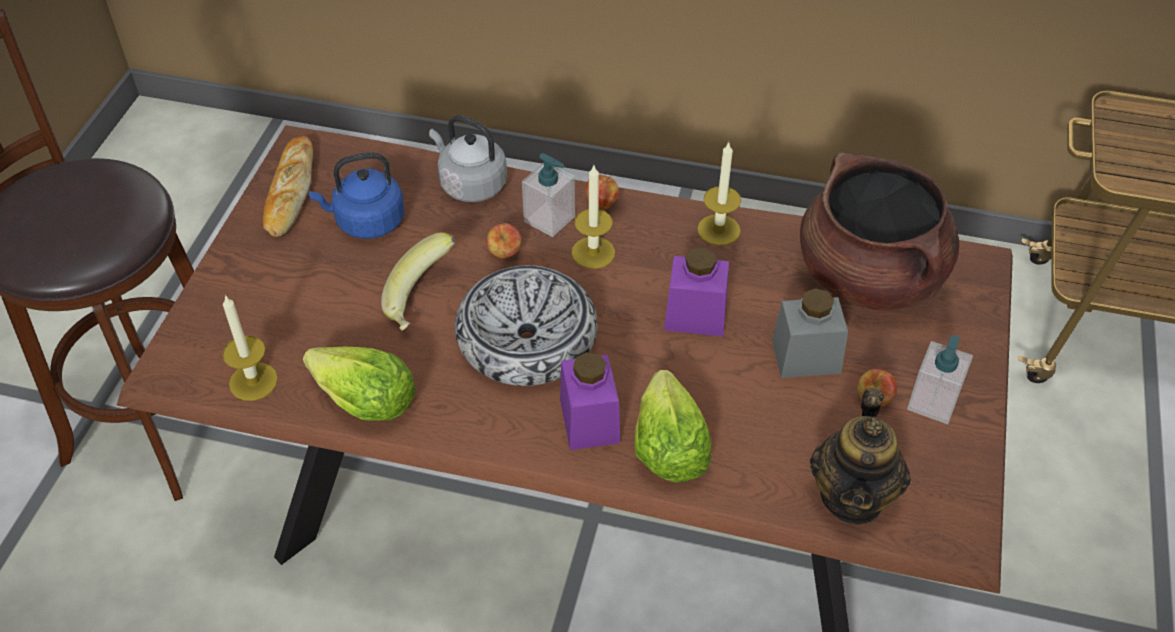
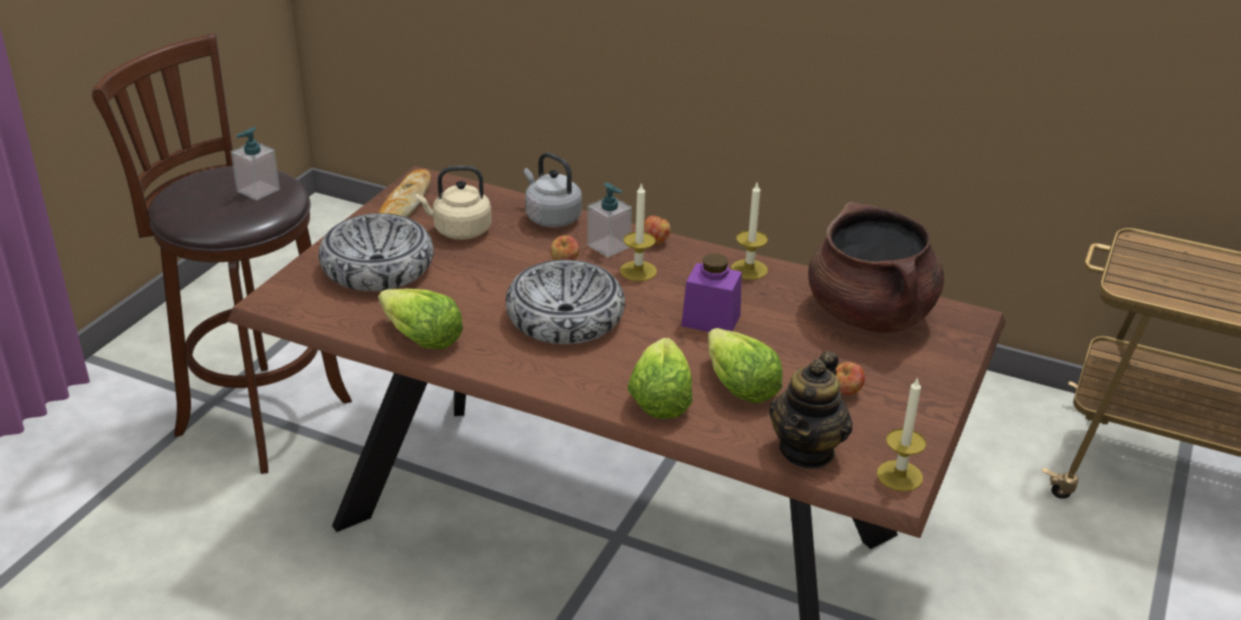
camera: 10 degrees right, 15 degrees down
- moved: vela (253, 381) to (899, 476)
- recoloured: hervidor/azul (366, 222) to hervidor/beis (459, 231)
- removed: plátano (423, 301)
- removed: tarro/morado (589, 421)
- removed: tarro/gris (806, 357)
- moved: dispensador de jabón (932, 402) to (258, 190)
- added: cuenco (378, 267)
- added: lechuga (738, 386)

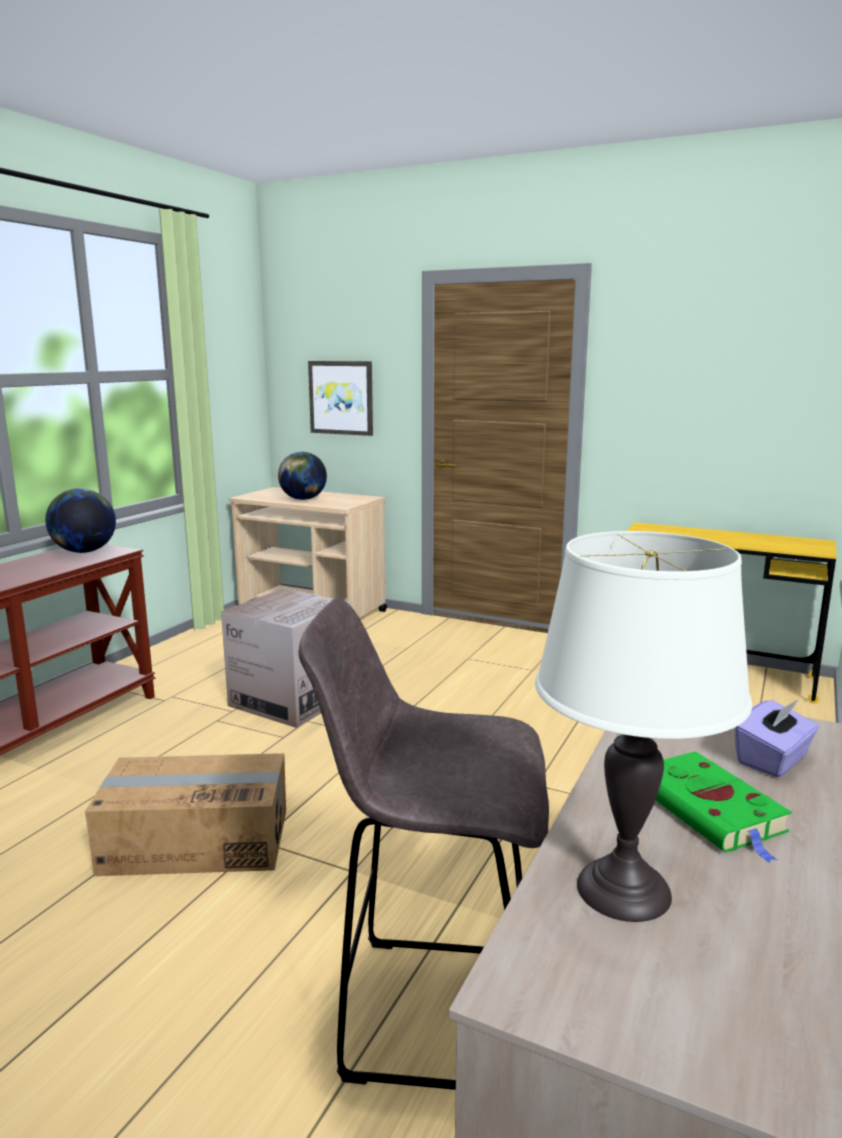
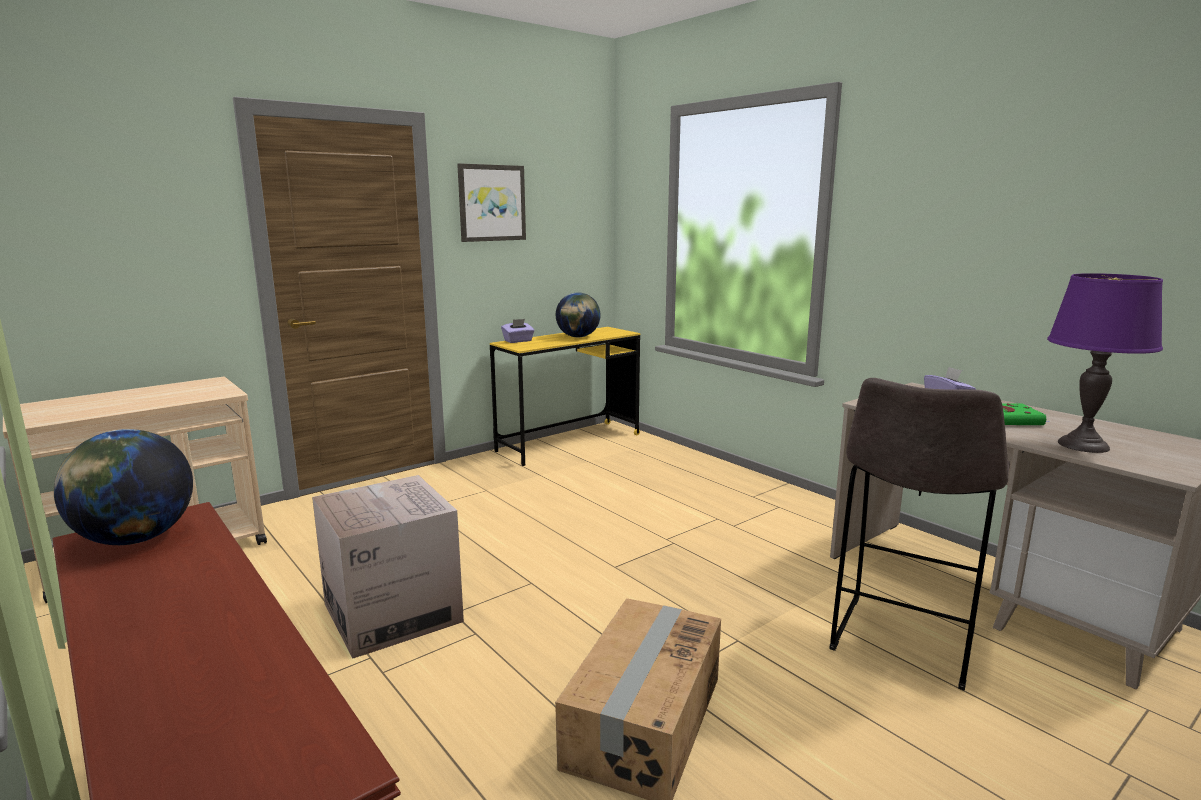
camera: 65 degrees left, 0 degrees up
- moved: globo terráqueo (303, 499) to (578, 337)
- moved: cuadro (341, 397) to (491, 203)
- recoloured: lámpara de mesa/blanco (623, 890) to lámpara de mesa/morado (1083, 445)
- added: caja de pañuelos/morado (518, 341)

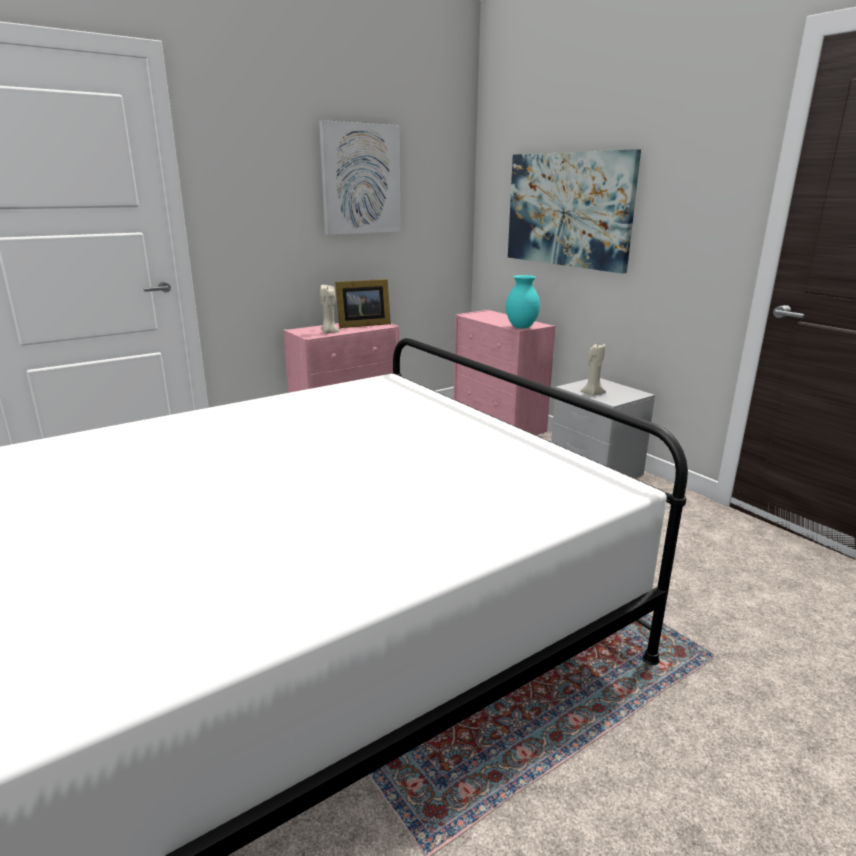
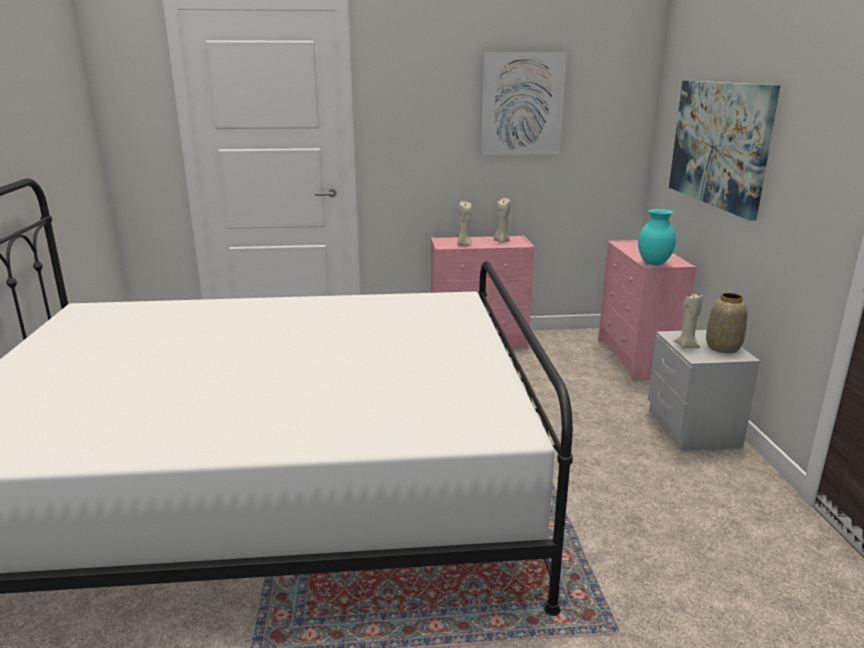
camera: 30 degrees right, 0 degrees up
- replaced: portarretratos (361, 325) to vela/beis (501, 241)
- added: florero (723, 348)

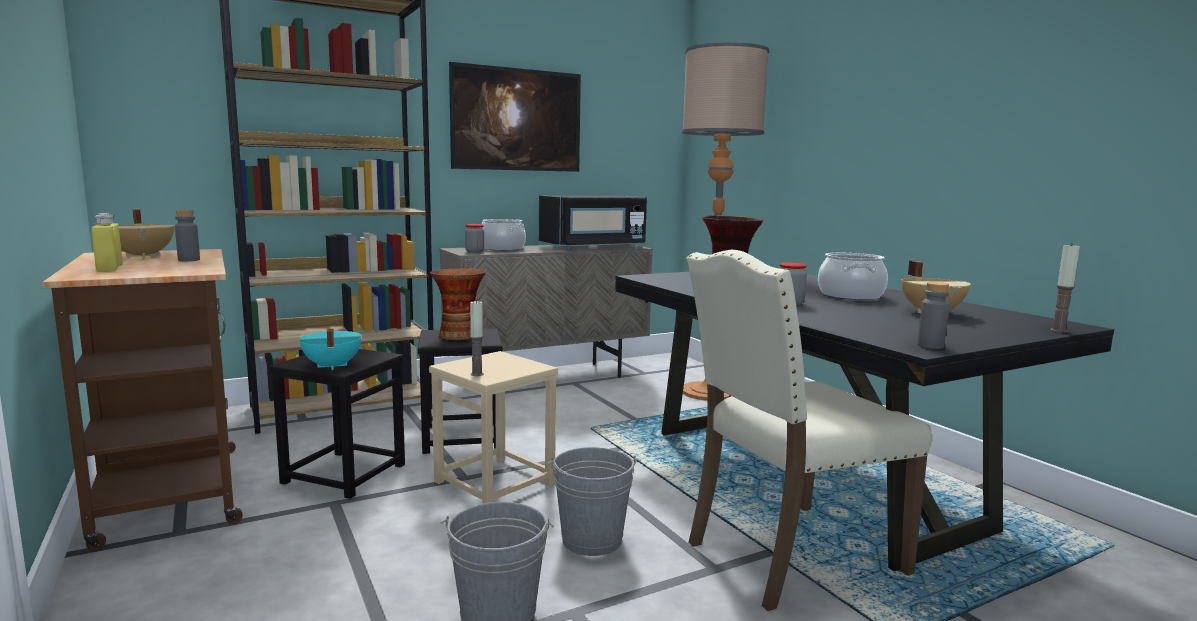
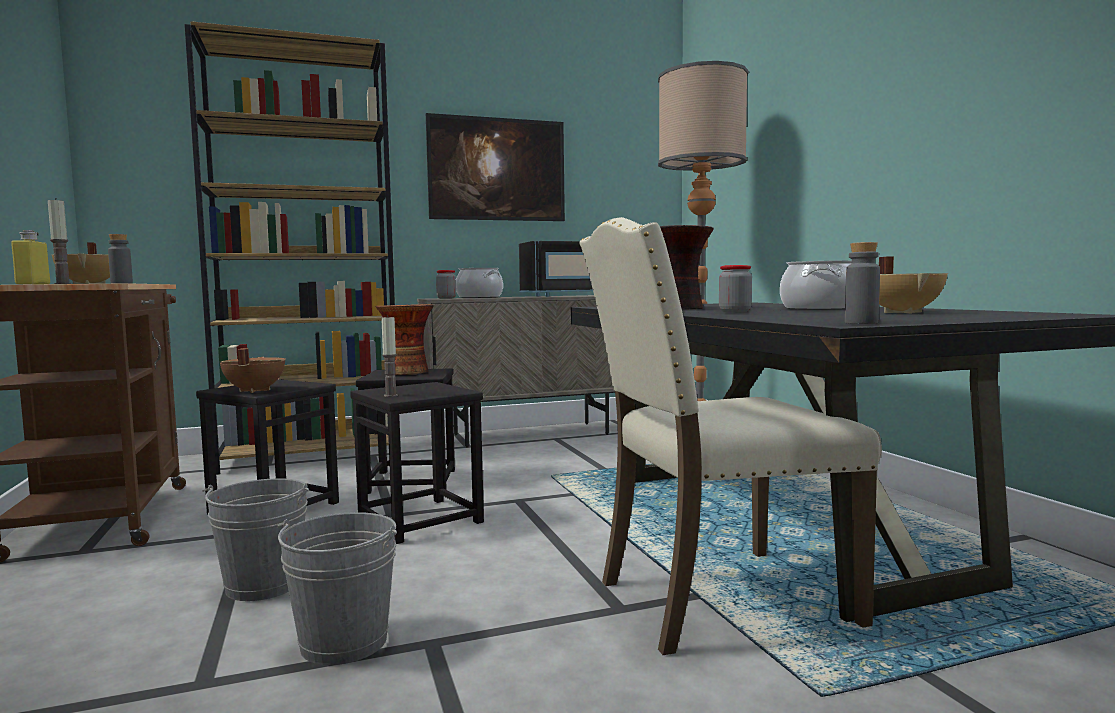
camera: 10 degrees right, 5 degrees down
- recoloured: olla/turquesa (331, 366) to olla/marrón (253, 391)
- recoloured: taburete/beis (495, 482) to taburete/negro (421, 519)
- moved: cubo/gris (591, 540) to (263, 585)
- moved: vela (1058, 330) to (63, 284)

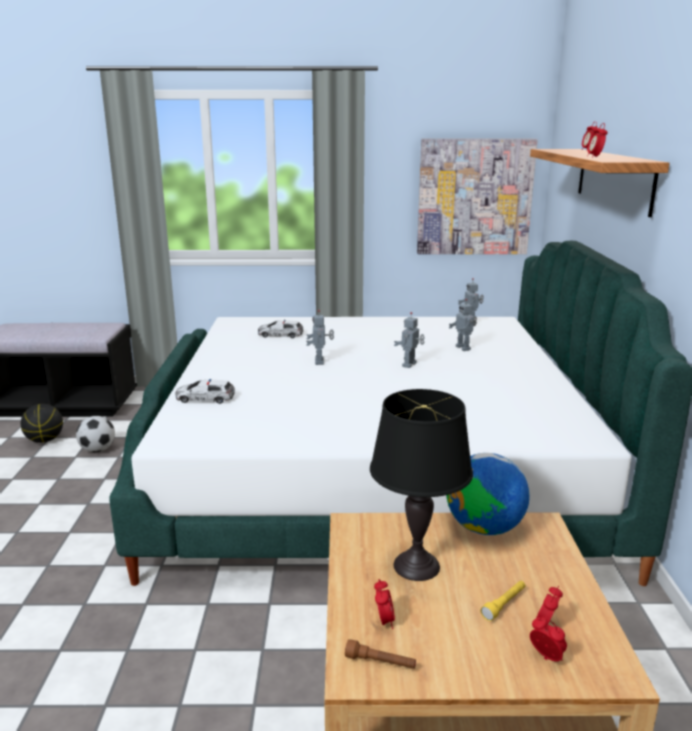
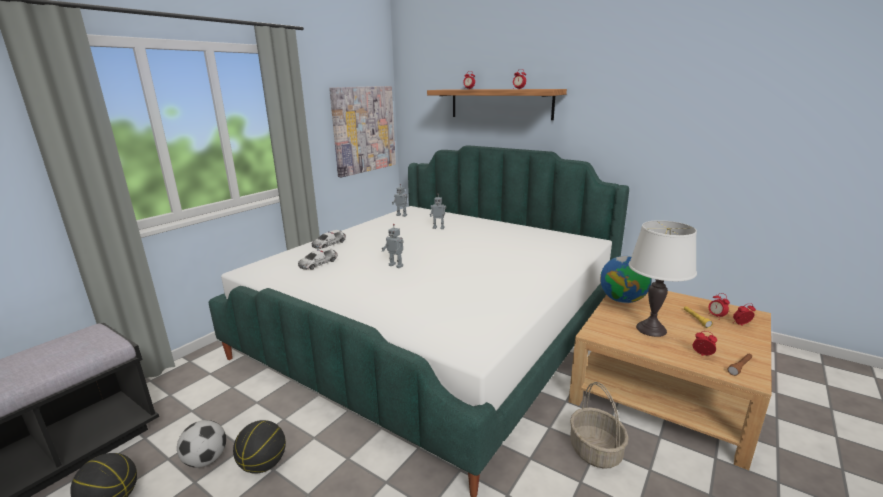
camera: 55 degrees left, 0 degrees up
- moved: coche de juguete (205, 398) to (329, 244)
- recoloured: lámpara de mesa/negro (416, 566) to lámpara de mesa/blanco (651, 329)
- removed: robot de juguete (410, 365)
- added: balón de baloncesto (264, 464)
- added: cesta (596, 451)

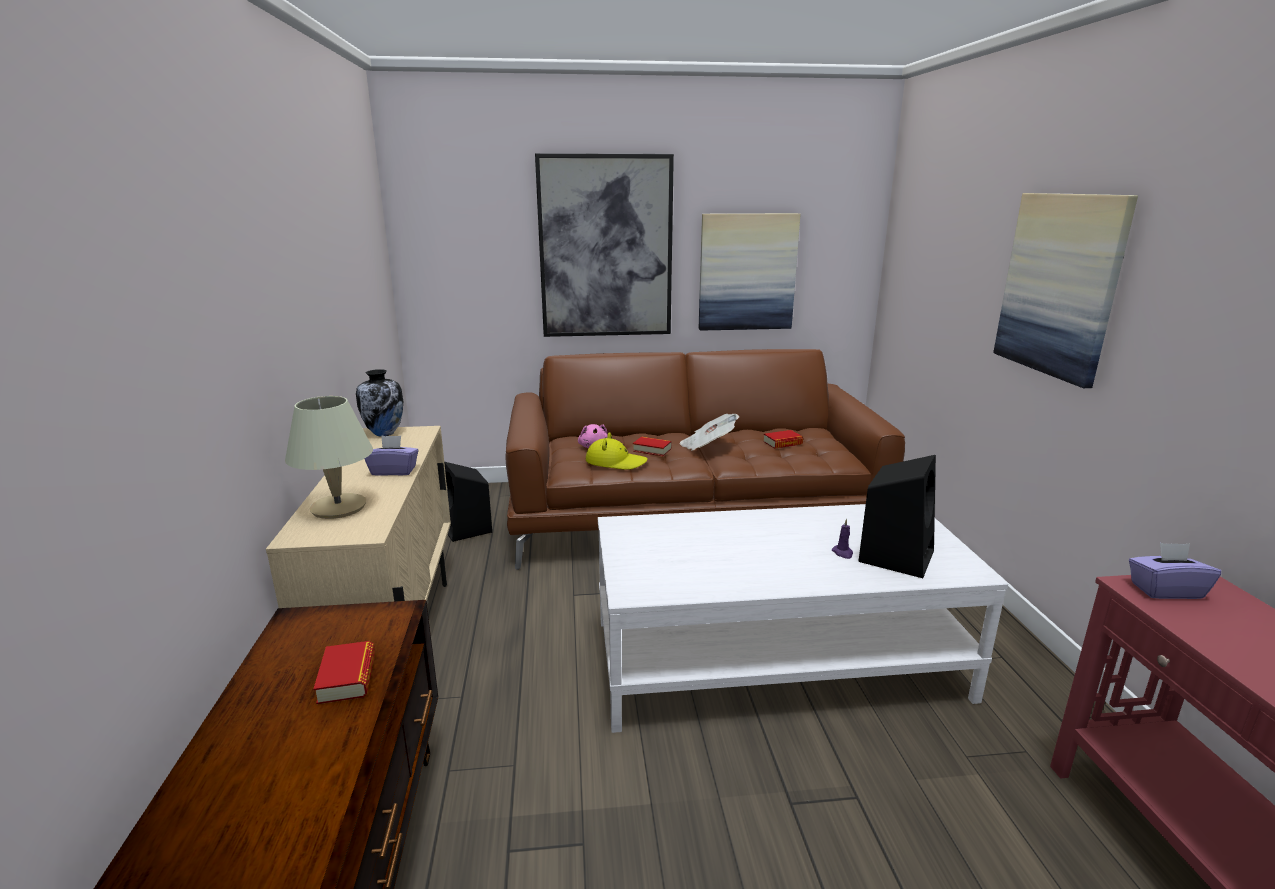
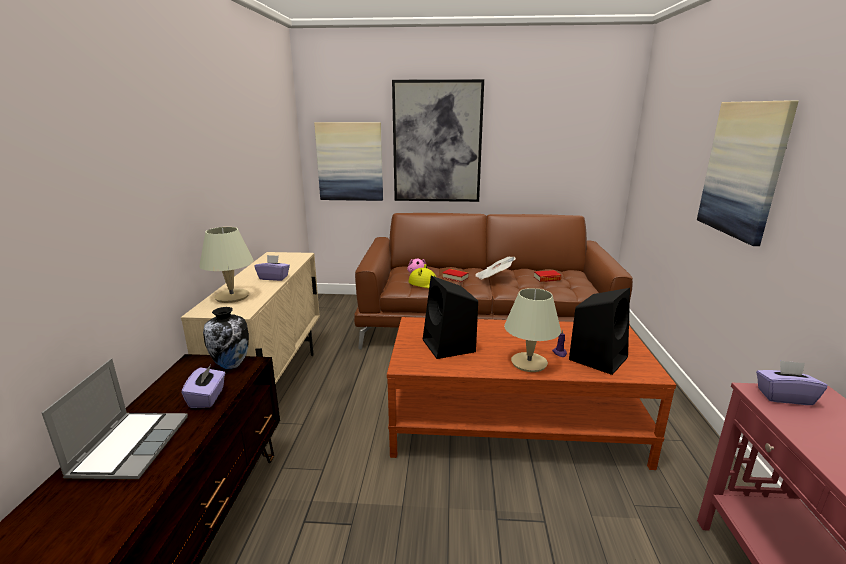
camera: 10 degrees right, 0 degrees up
- replaced: libro (347, 678) to caja de pañuelos/morado (207, 398)
- moved: florero (385, 433) to (232, 365)
- moved: altavoz/negro (467, 529) to (449, 346)
- recoloured: mesa de centro/blanco (776, 659) to mesa de centro/marrón (514, 423)
- moved: cuadro (747, 272) to (350, 162)
- added: portátil (130, 445)
- added: lámpara de mesa/beis (528, 363)

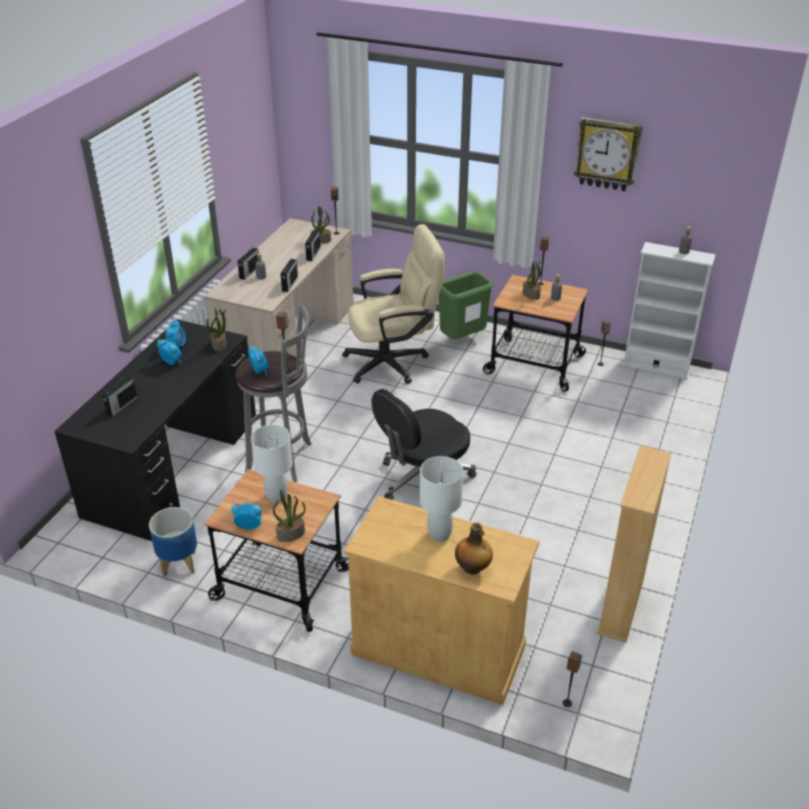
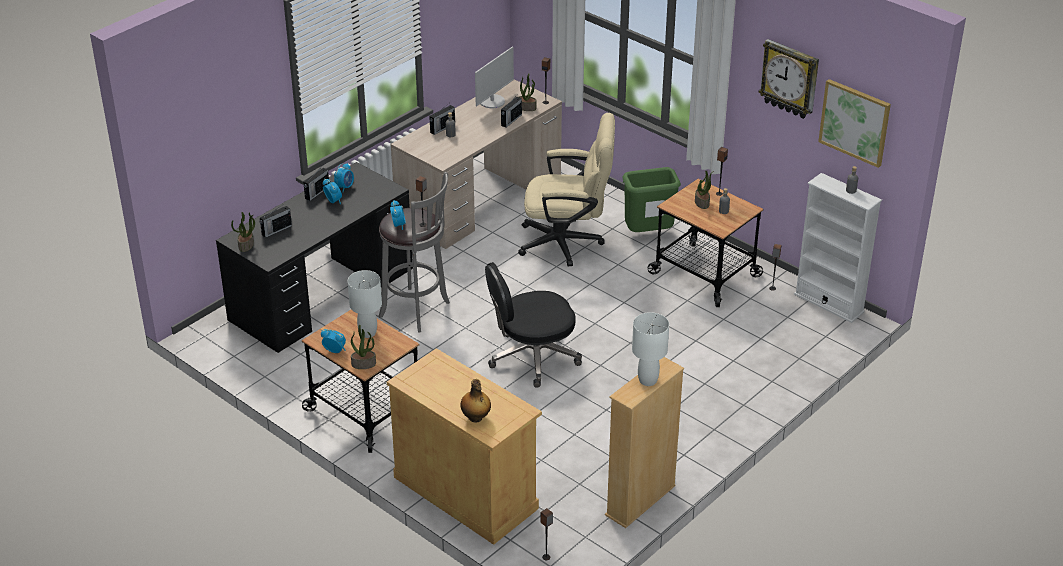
camera: 20 degrees right, 0 degrees up
- removed: maceta (178, 564)
- moved: planta en maceta (219, 344) to (246, 245)
- moved: radio (289, 284) to (316, 193)
- moved: lámpara de mesa/blanco (440, 535) to (648, 381)
- added: monitor (492, 101)
- added: cuadro (855, 122)

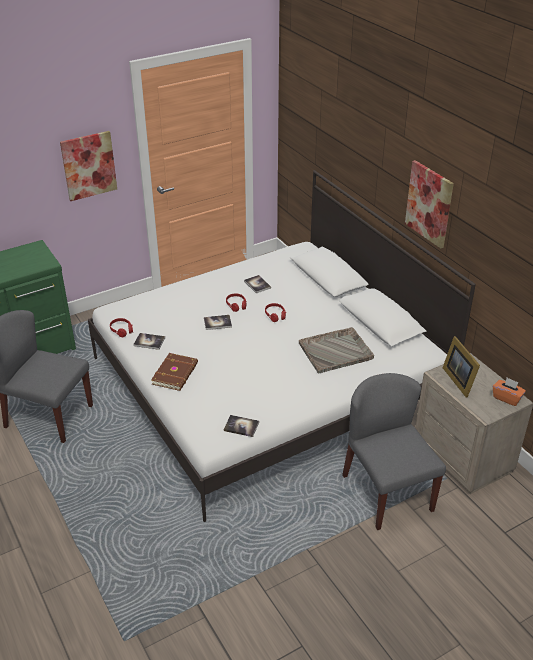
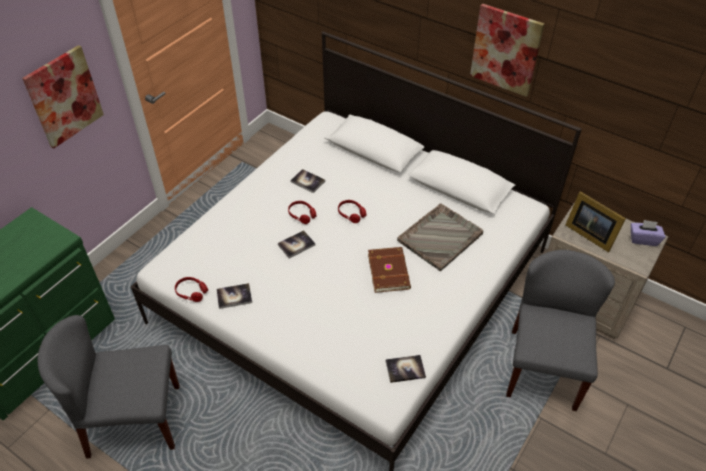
camera: 25 degrees left, 10 degrees up
- moved: libro/marrón (176, 373) to (389, 271)
- turned: silla/gris (387, 492) = (542, 368) 60 degrees clockwise
- recoloured: caja de pañuelos/naranja (507, 398) to caja de pañuelos/morado (643, 239)

